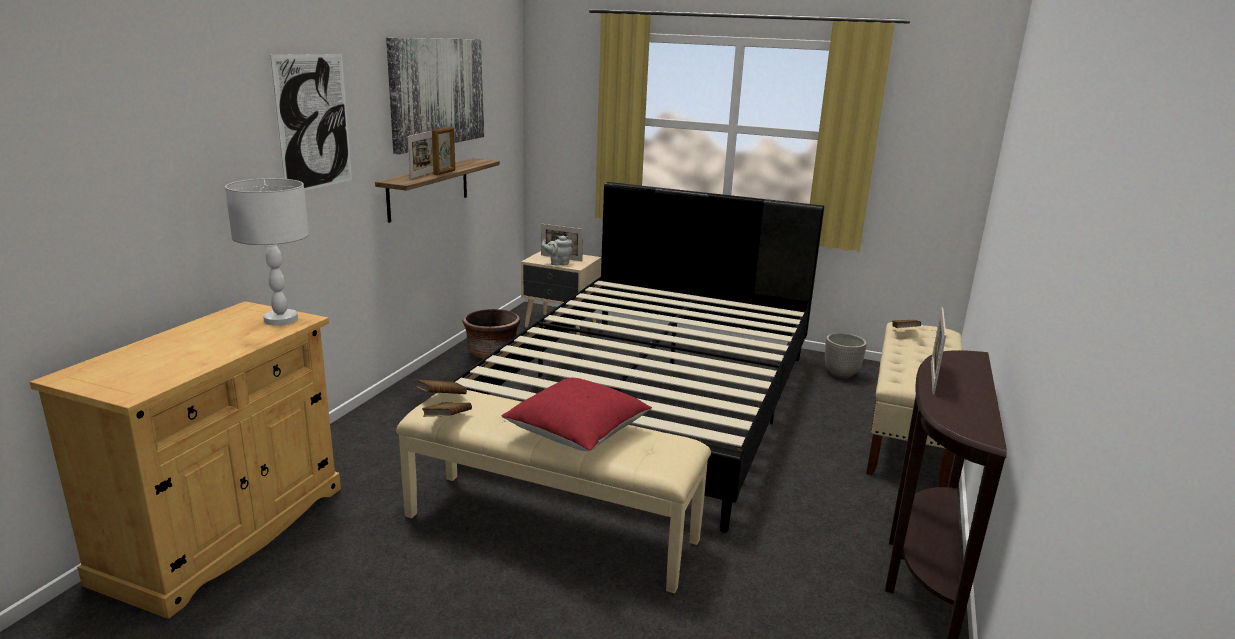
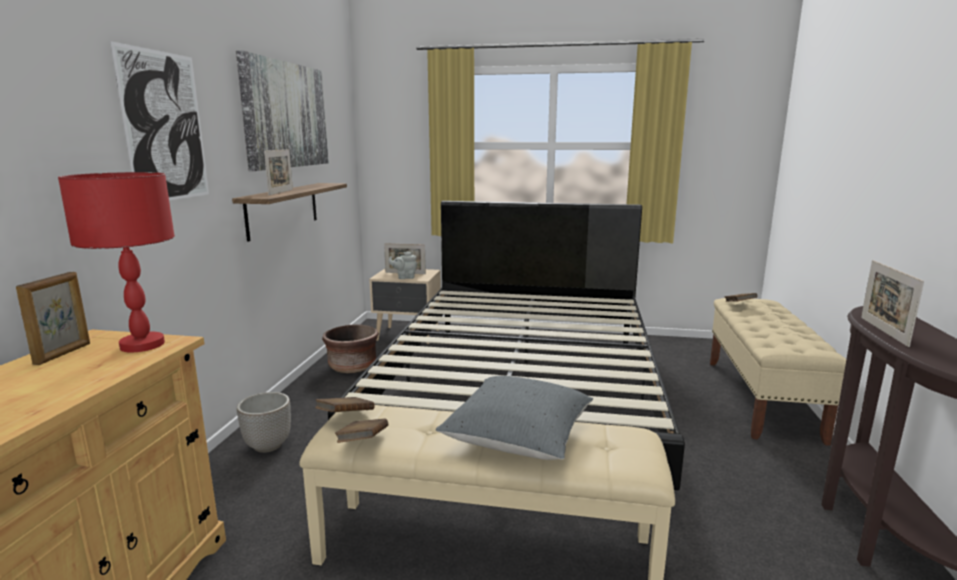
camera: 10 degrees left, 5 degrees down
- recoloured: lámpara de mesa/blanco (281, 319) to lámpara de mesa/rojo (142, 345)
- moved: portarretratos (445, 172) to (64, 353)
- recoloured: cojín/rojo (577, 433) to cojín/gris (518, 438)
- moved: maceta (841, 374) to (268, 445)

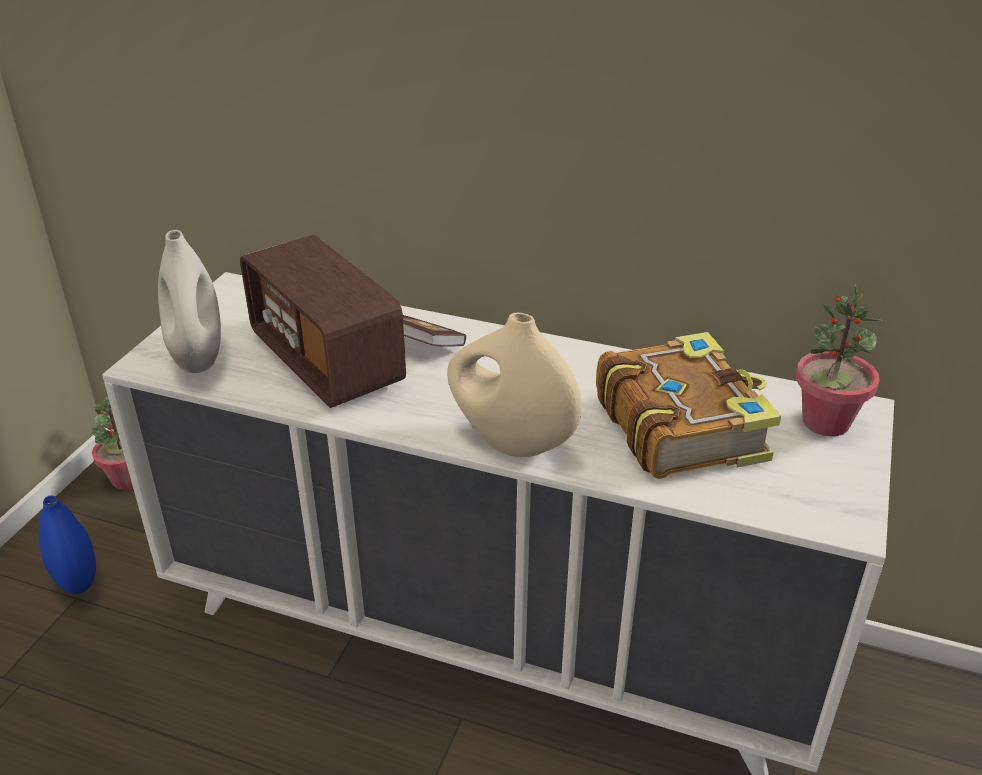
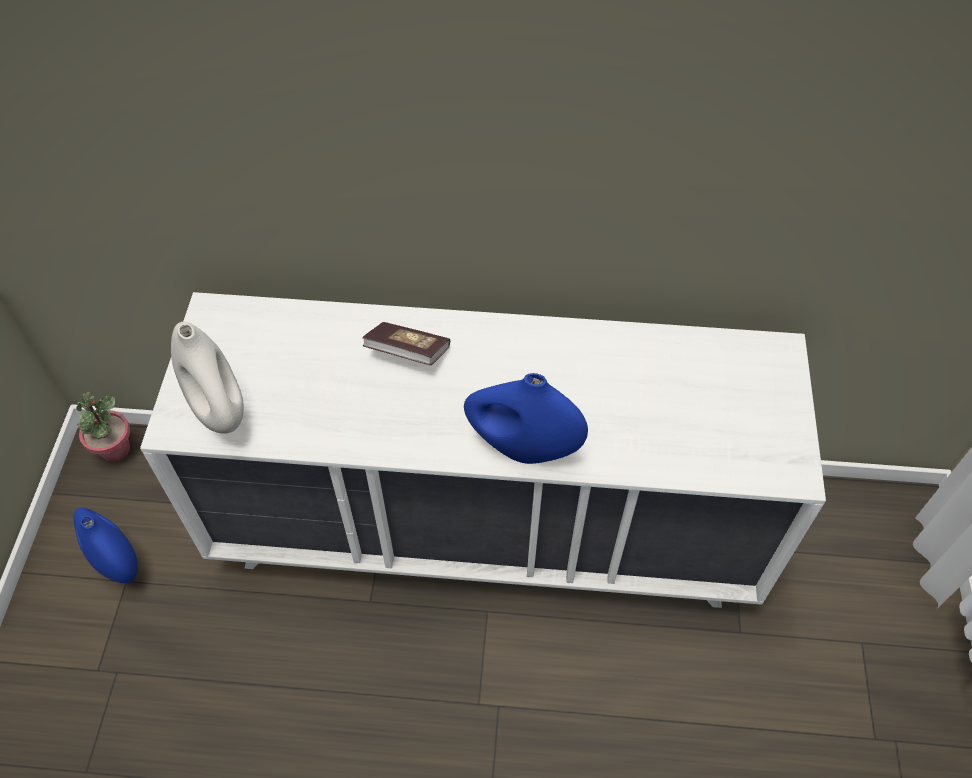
camera: 15 degrees left, 20 degrees up
- removed: radio (327, 361)
- recoloured: florero/beis (511, 442) to florero/azul (523, 448)
- removed: libro (680, 425)
- removed: planta en maceta (825, 422)

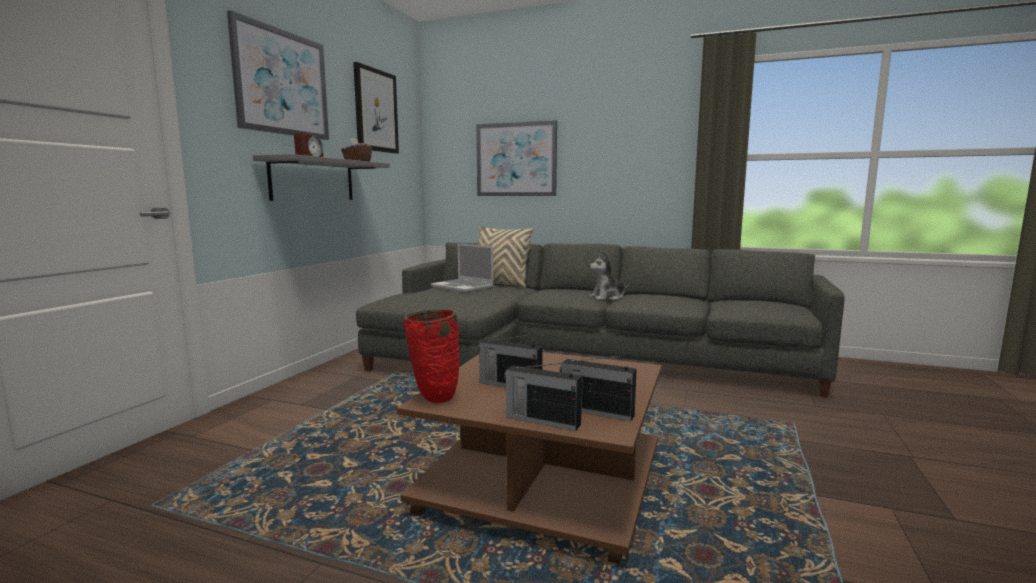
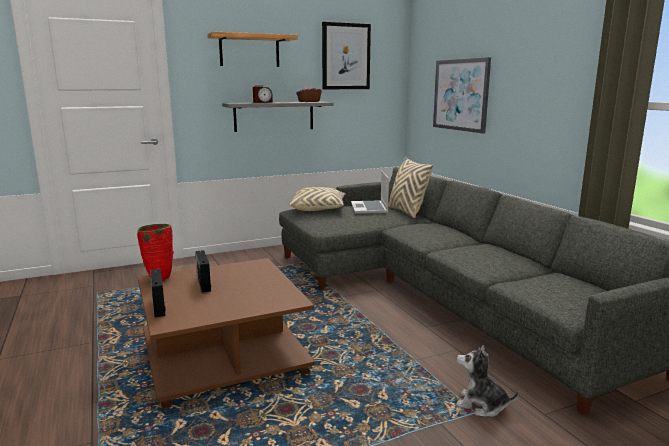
camera: 45 degrees right, 5 degrees up
- replaced: cuadro (282, 83) to estante (249, 51)
- removed: radio (595, 411)
- moved: peluche (607, 297) to (481, 405)
- added: cojín/beis (318, 209)

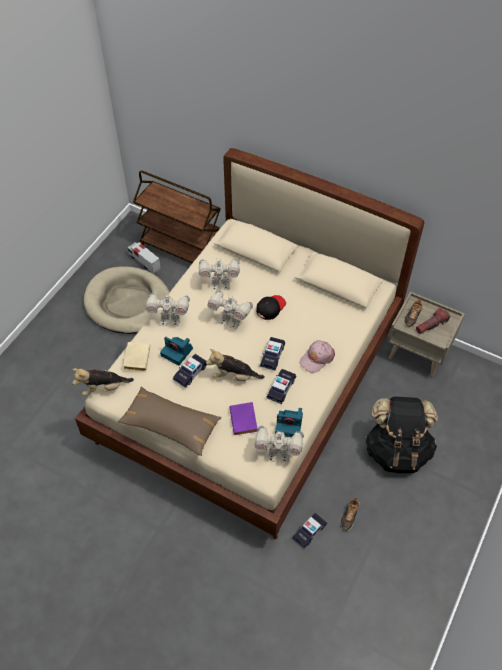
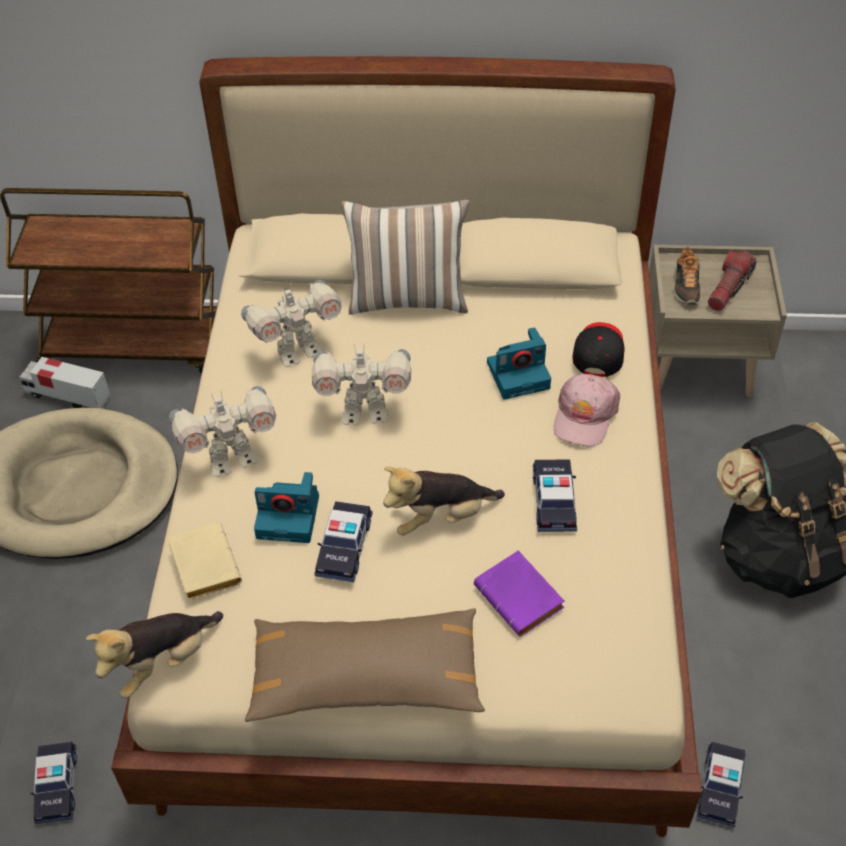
camera: 25 degrees left, 5 degrees down
- removed: robot de juguete (278, 454)
- moved: gorra/negro (270, 308) to (598, 352)
- moved: coche de juguete (272, 355) to (57, 786)
- moved: cámara (289, 425) to (519, 374)
- removed: zapato (349, 515)
- added: cojín (408, 298)

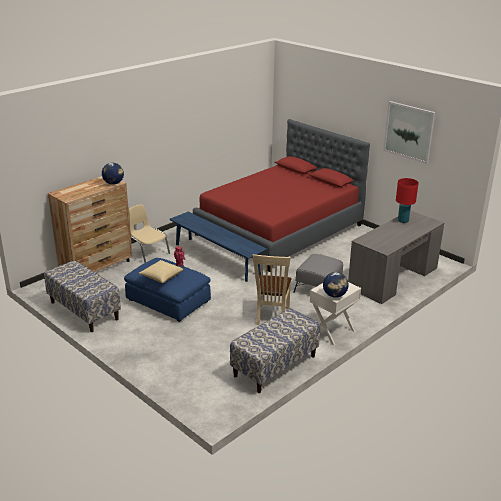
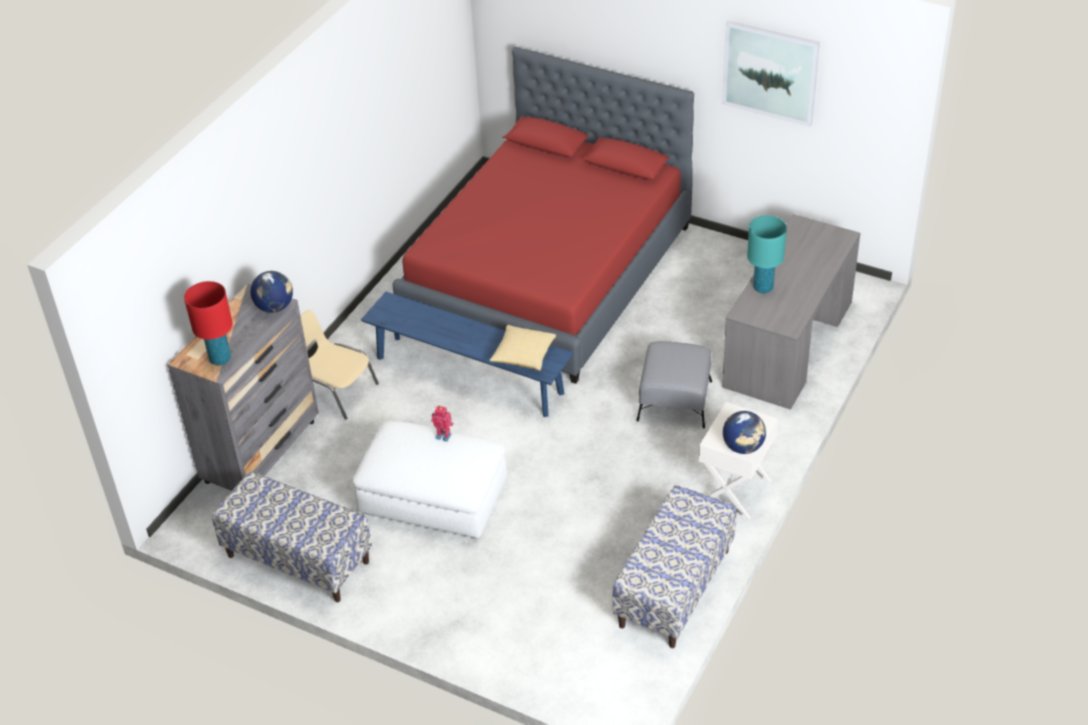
camera: 15 degrees left, 15 degrees up
- recoloured: cómoda/marrón (97, 267) to cómoda/gris (262, 451)
- recoloured: puf/azul (168, 301) to puf/blanco (433, 497)
- moved: cojín (161, 277) to (523, 355)
- removed: silla/beis (271, 317)
- moved: lámpara de mesa/rojo (403, 221) to (220, 359)
- added: lámpara de mesa/turquesa (763, 287)

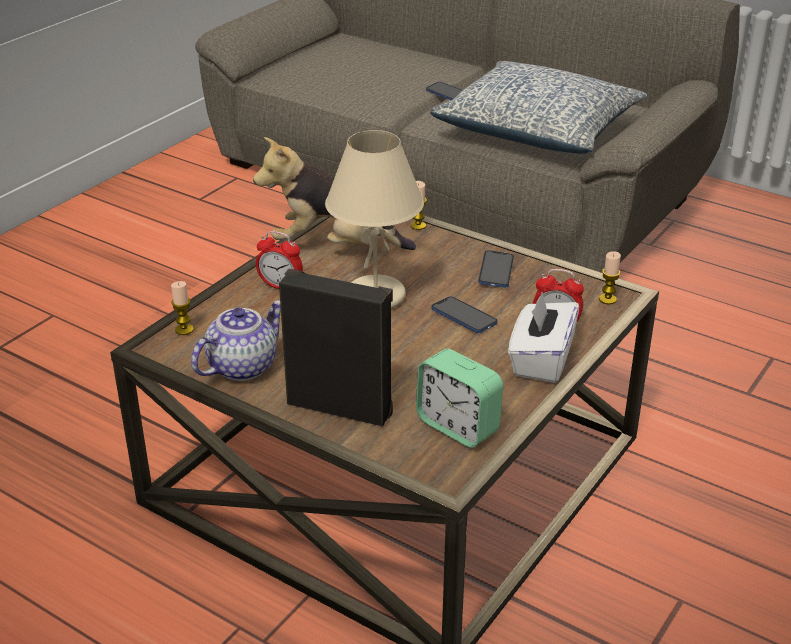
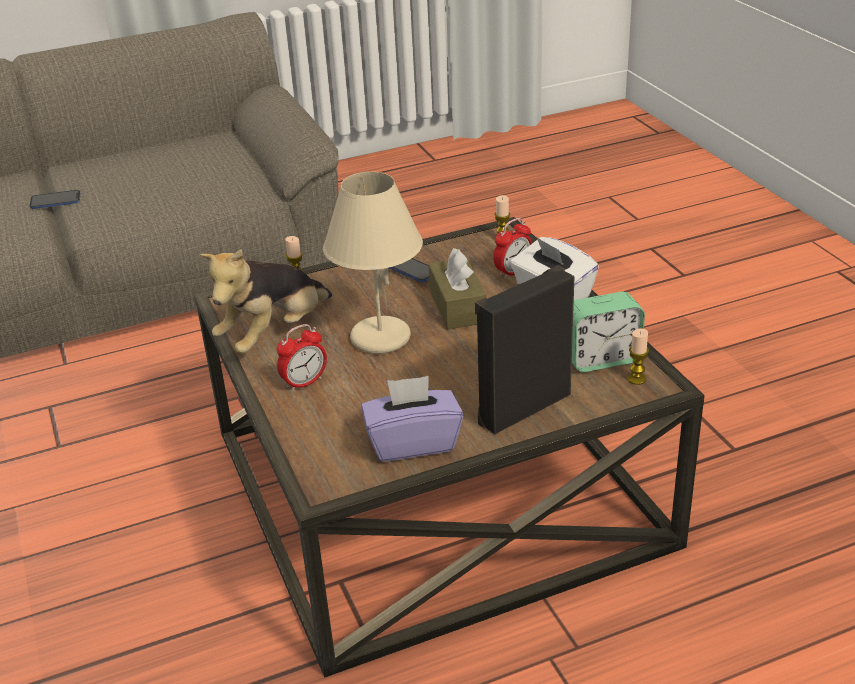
camera: 55 degrees left, 0 degrees up
- moved: vela (184, 330) to (636, 379)
- replaced: tetera (242, 366) to caja de pañuelos/morado (413, 442)
- removed: cojín (538, 130)
- replaced: móvil (464, 316) to caja de pañuelos/marrón (457, 306)

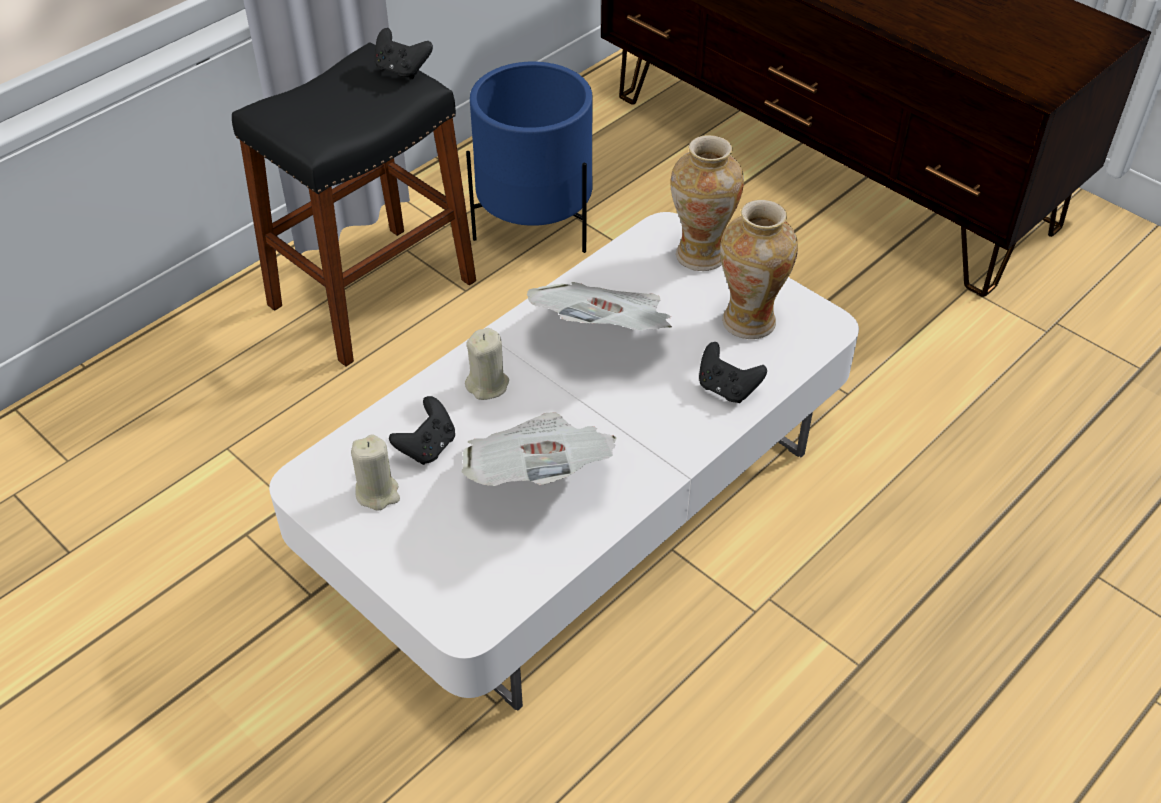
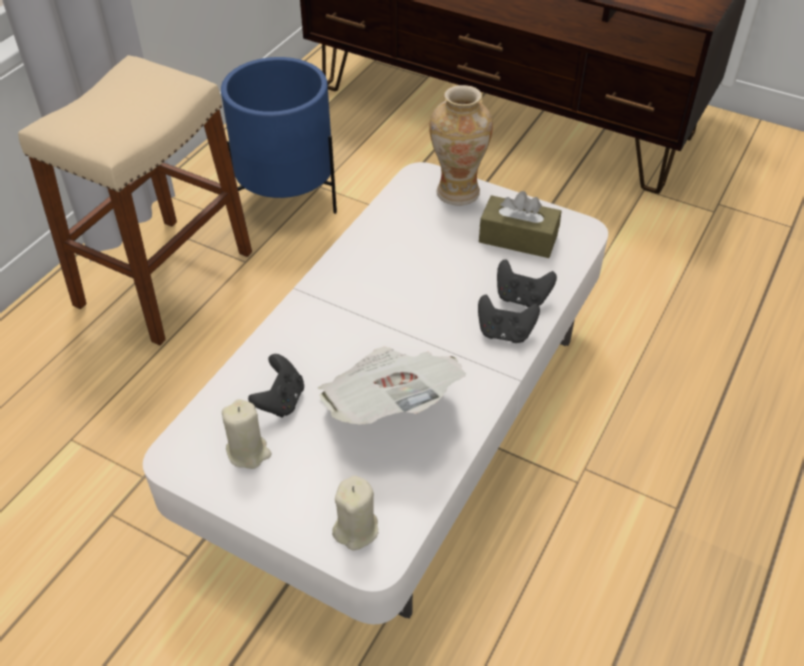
camera: 15 degrees left, 0 degrees up
- recoloured: taburete/negro (373, 293) to taburete/beis (165, 278)
- moved: mando de consola/negro (402, 70) to (505, 333)
- moved: vela/beis (488, 385) to (356, 529)
- removed: periódico (605, 333)
- replaced: florero (749, 320) to caja de pañuelos/marrón (518, 238)

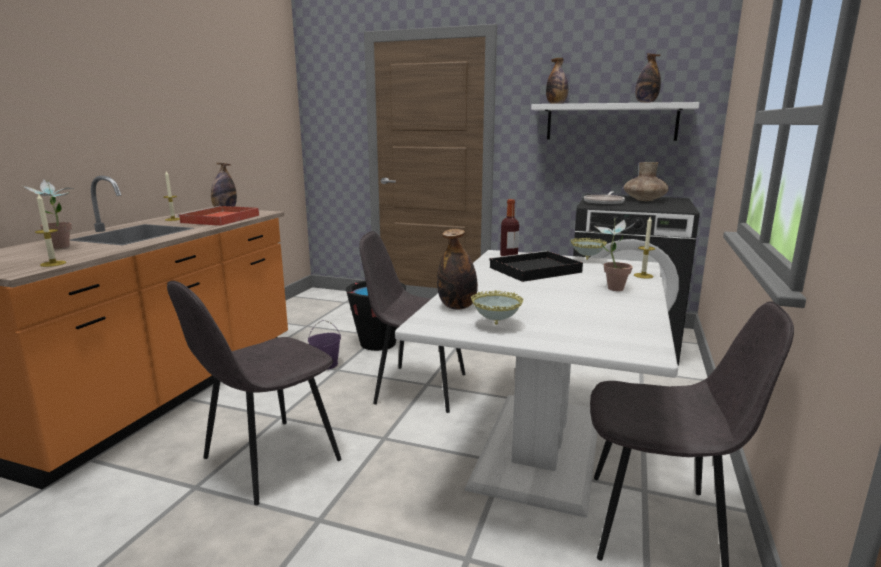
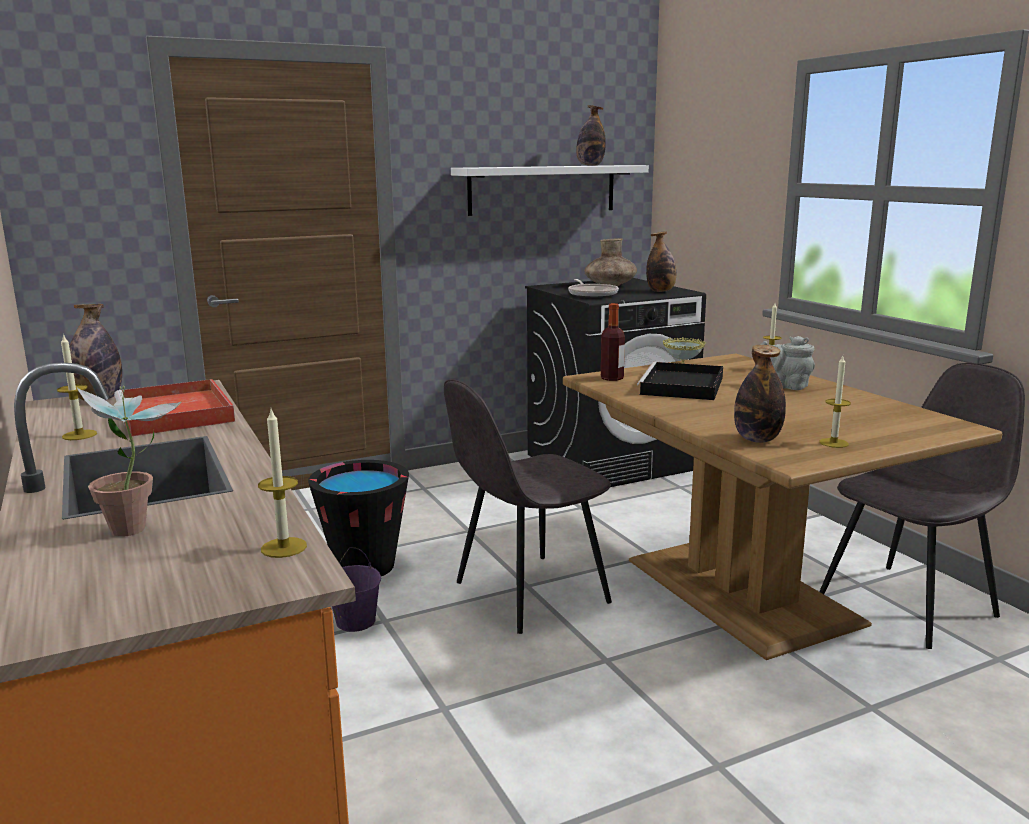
camera: 45 degrees left, 0 degrees up
- removed: silla/gris (268, 460)
- recoloured: mesa de comedor/blanco (542, 447) to mesa de comedor/marrón (742, 590)
- replaced: cuenco (496, 324) to vela (833, 443)
- moved: botella (556, 104) to (661, 291)
- replaced: planta en maceta (609, 288) to tetera/gris (786, 386)

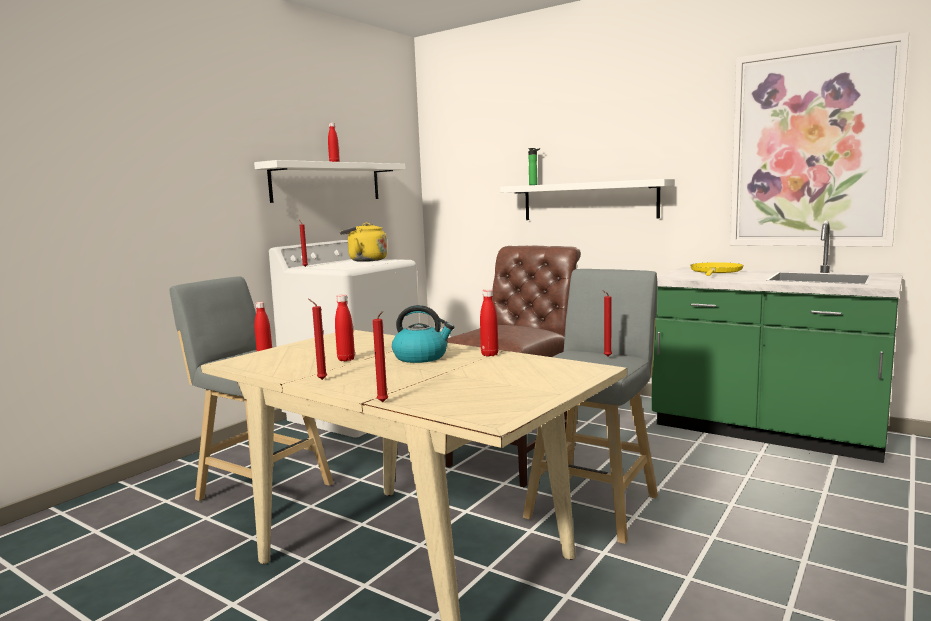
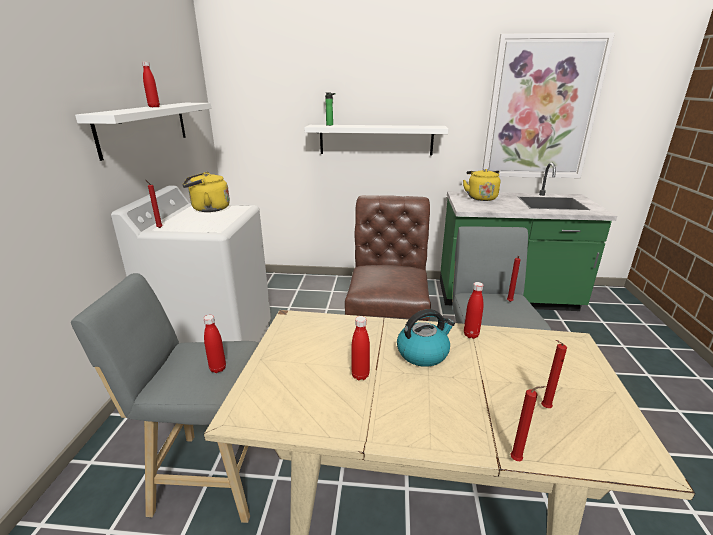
camera: 30 degrees left, 15 degrees up
- moved: vela/rojo (320, 379) to (544, 408)
- replaced: sartén/amarillo (715, 271) to hervidor/amarillo (480, 197)

